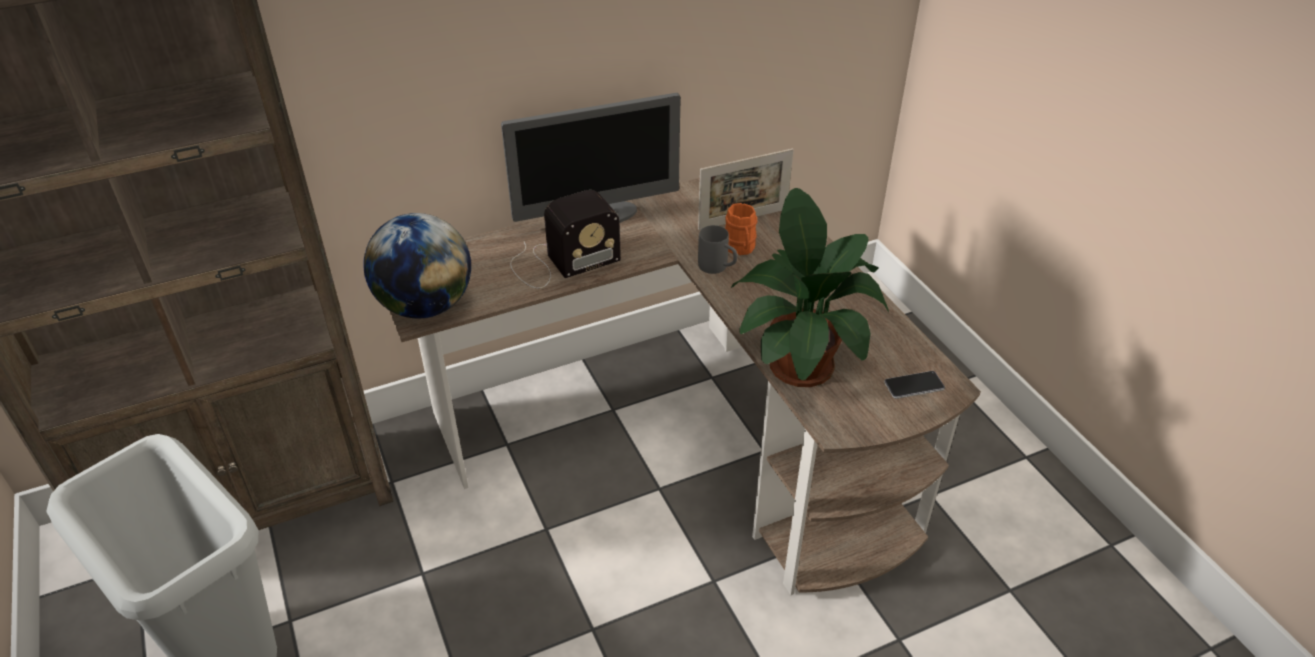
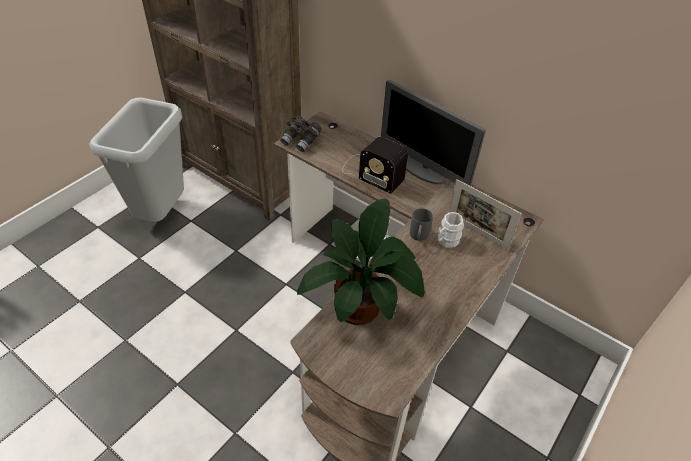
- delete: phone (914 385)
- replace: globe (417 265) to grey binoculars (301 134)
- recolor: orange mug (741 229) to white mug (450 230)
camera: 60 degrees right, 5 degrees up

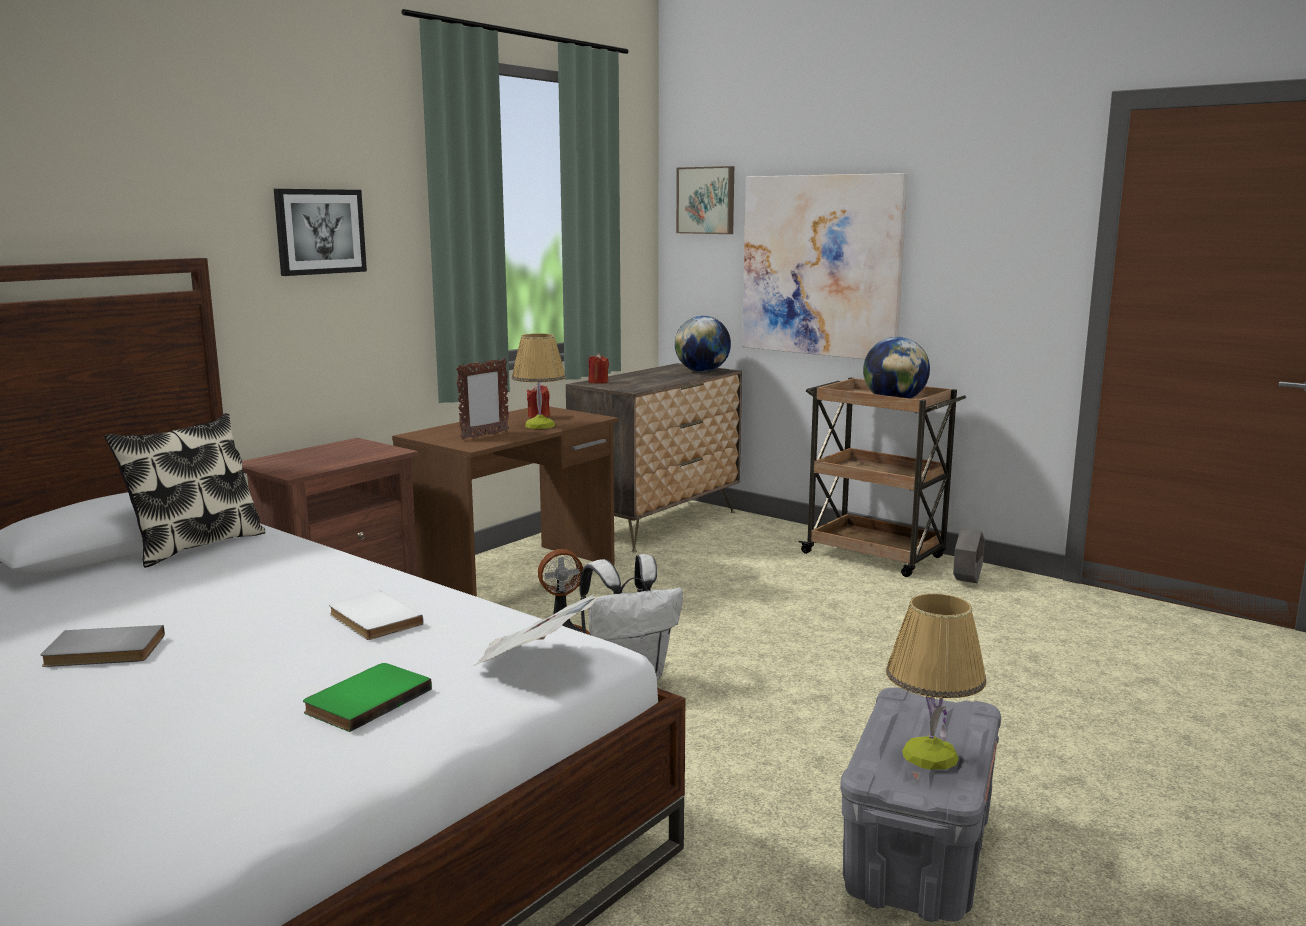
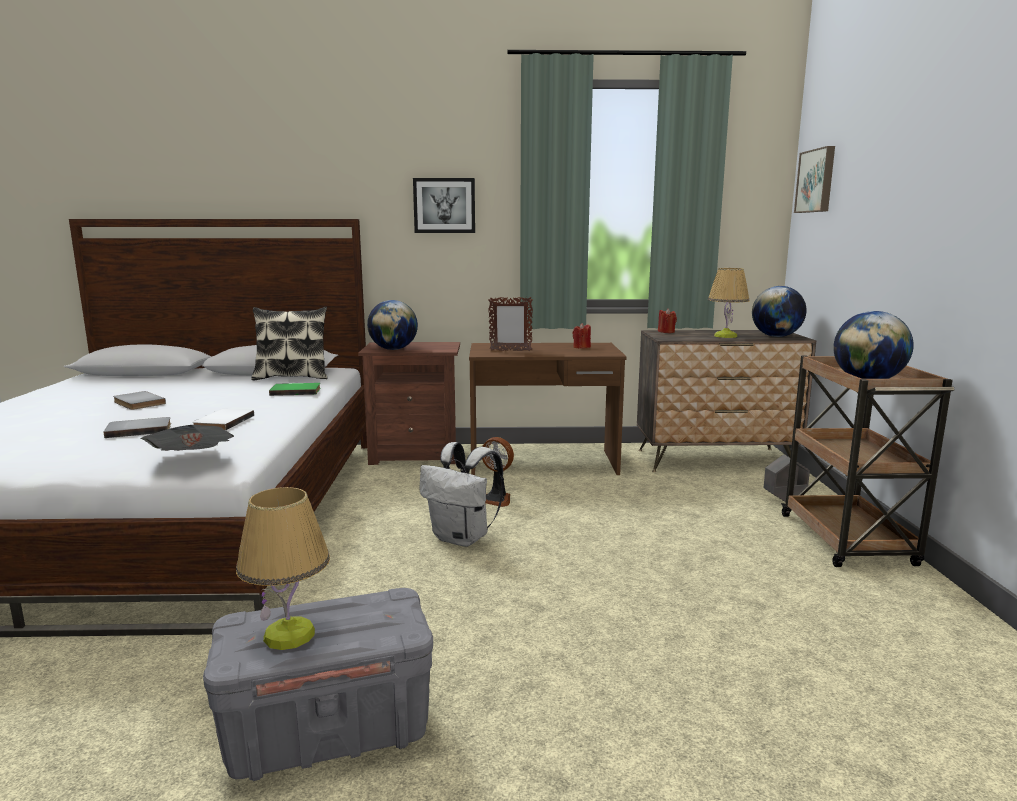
- delete: picture (825 266)
- insert: grey book (137 427)
- insert: globe (392 325)
- move: green book (367 697) to (295 389)
- move: table lamp (539 381) to (728 303)
- move: grey planter (969 555) to (787 478)
camera: 50 degrees right, 0 degrees up

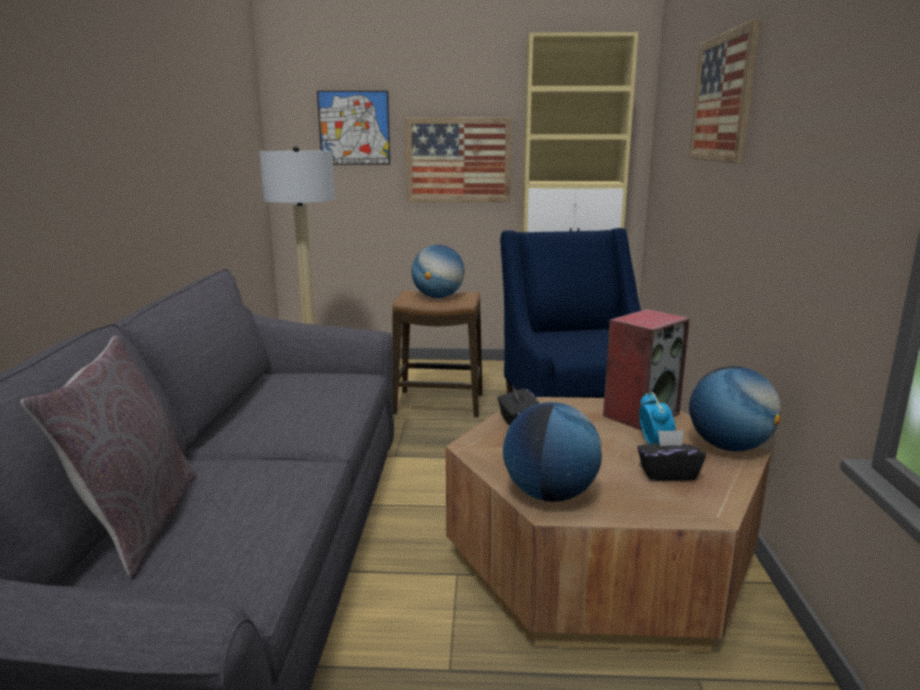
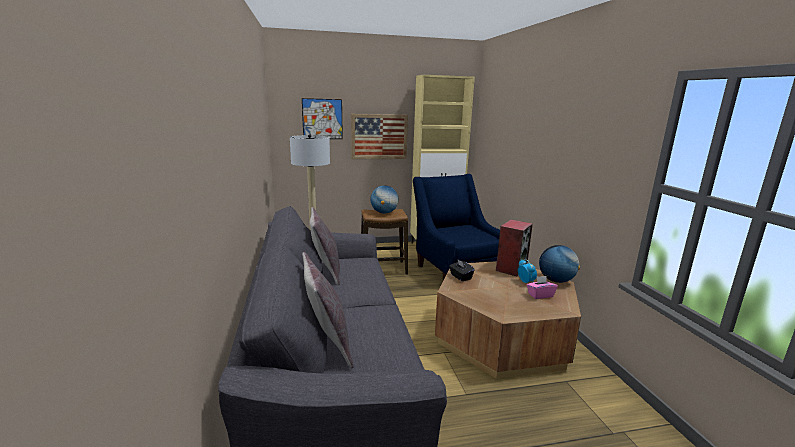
- delete: globe (552 452)
- delete: picture (725 91)
- insert: grey pillow (325 246)
- recolor: black tissue box (671 455) to pink tissue box (542 287)
camera: 15 degrees left, 0 degrees up

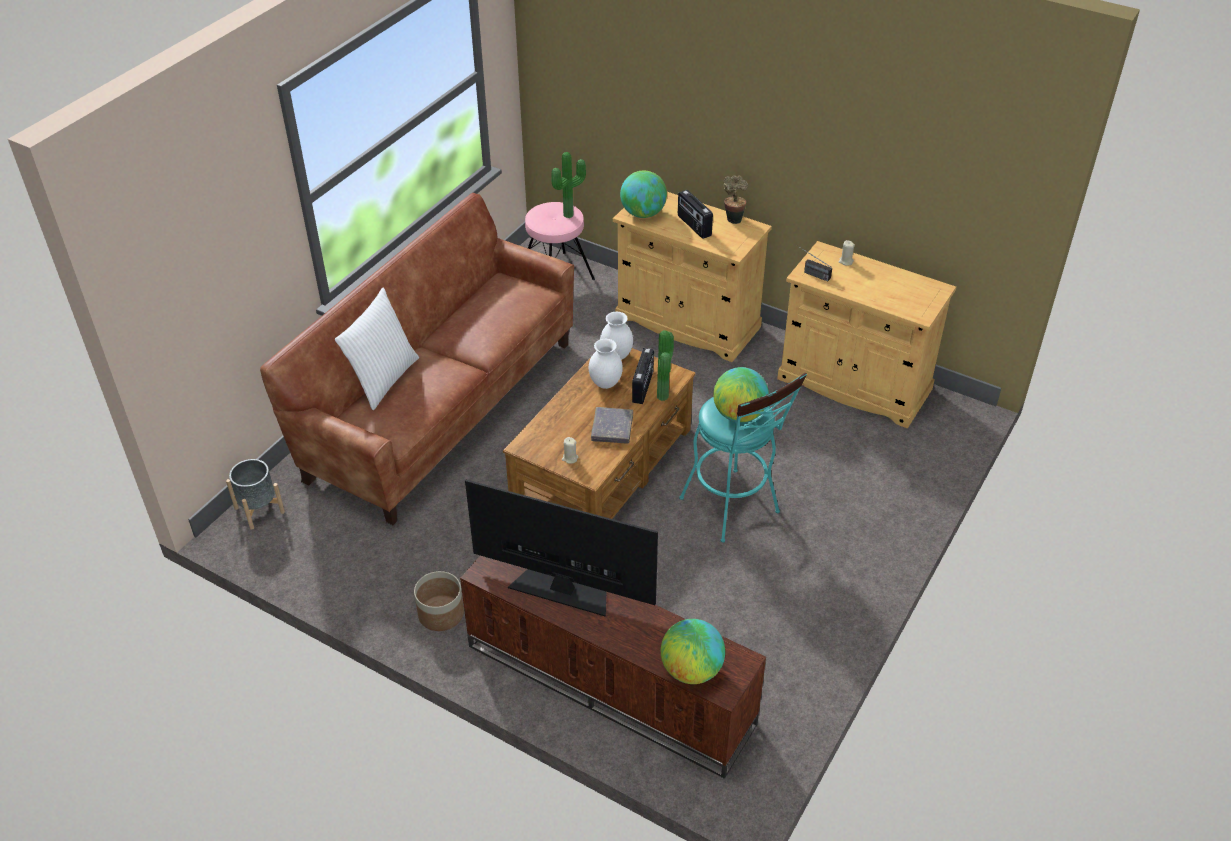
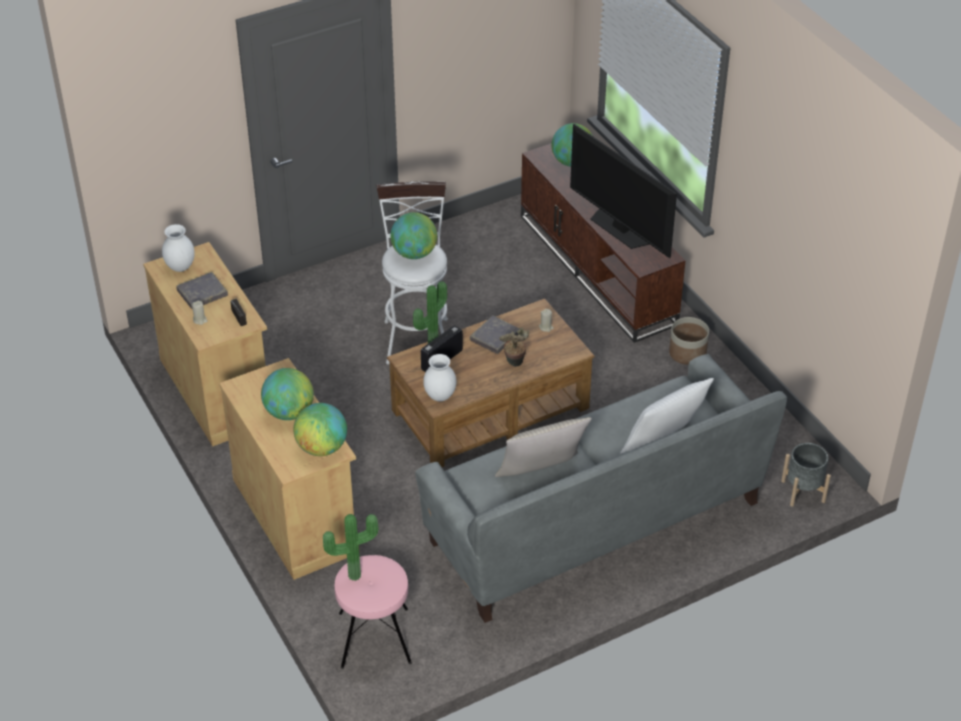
- insert: grey book (202 290)
- insert: beige pillow (543 447)
- move: white vase (606 364) to (178 248)
- move: potted plant (736 199) to (514 347)
- replace: radio (695 214) to globe (287 394)
- recolor: brown sofa (417 359) to grey sofa (601 488)
- recolor: turquoise stool (743 458) to white stool (412 273)
camera: 150 degrees left, 0 degrees up

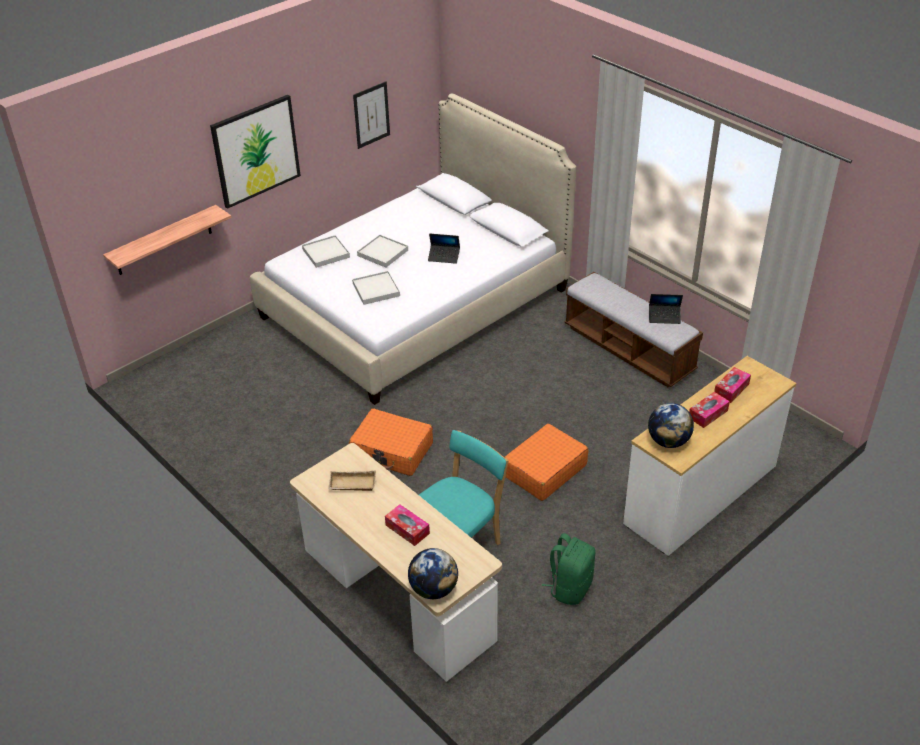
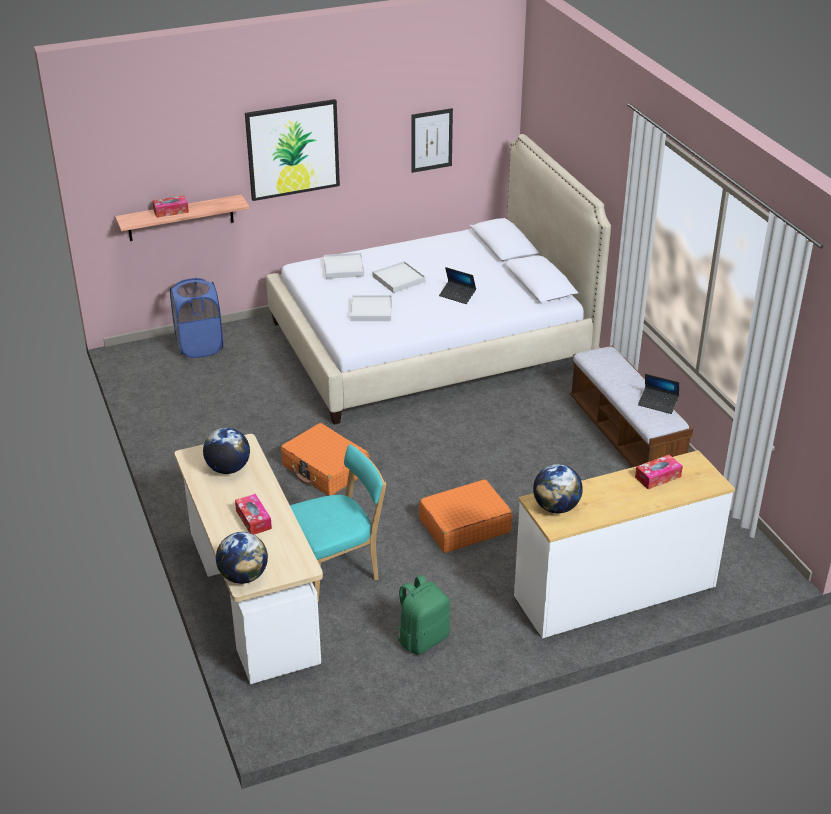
- insert: blue laundry basket (196 318)
- move: tissue box (709 410) to (170 207)
- replace: beige tray (352 480) to globe (226 451)
camera: 20 degrees right, 5 degrees down

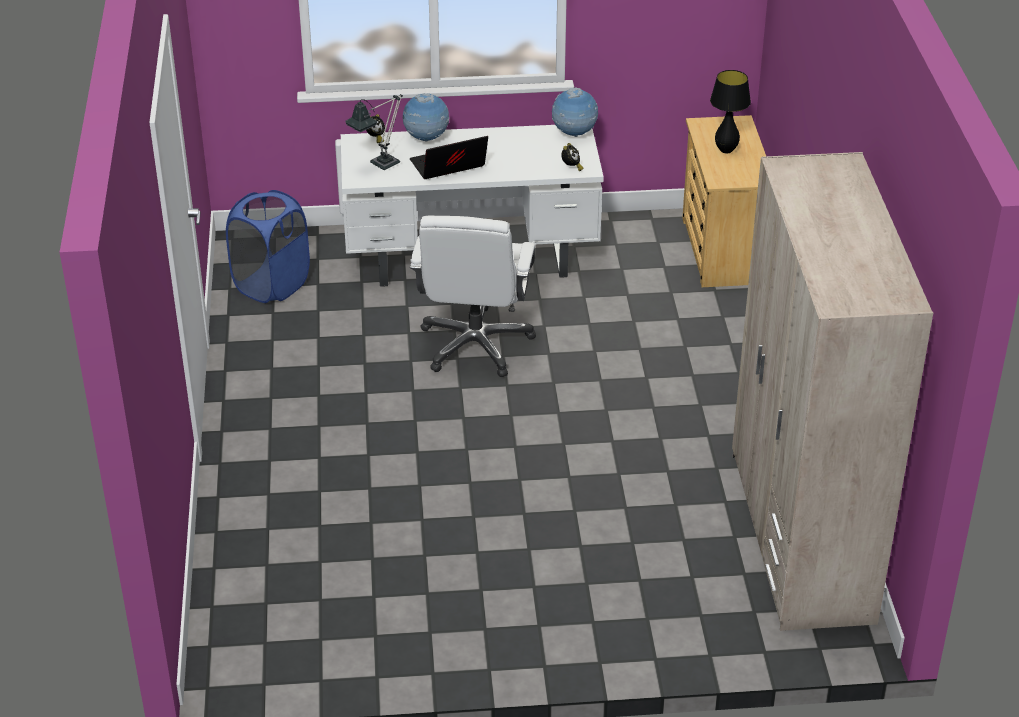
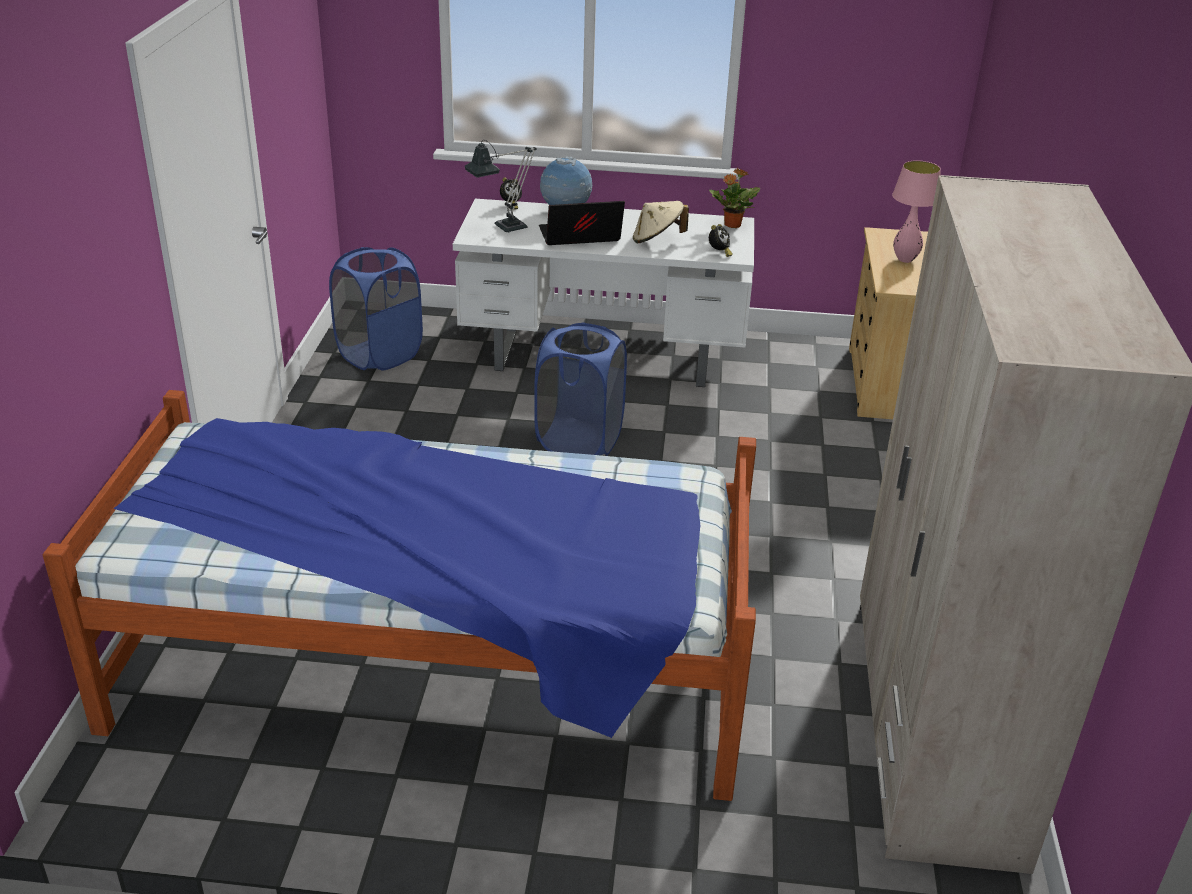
- insert: bed (399 595)
- insert: beige hat (661 222)
- replace: white office chair (473 296) to blue laundry basket (580 389)
- replace: globe (575 112) to potted plant (734 198)
- recolor: black table lamp (730 112) to pink table lamp (916 211)
camera: 10 degrees right, 5 degrees down

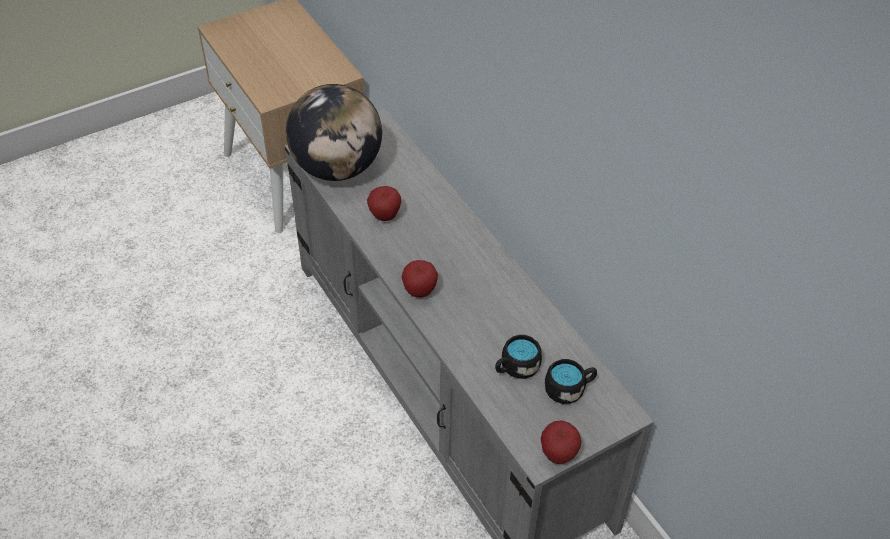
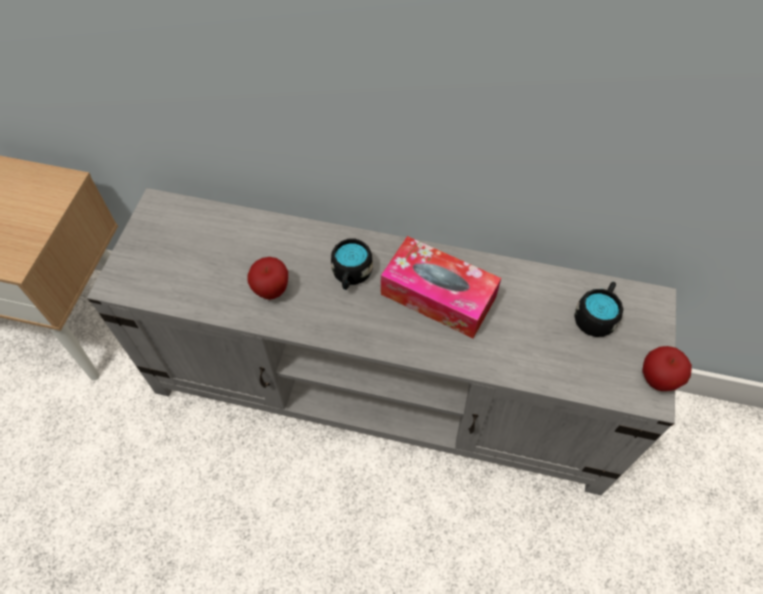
- delete: globe (334 132)
- delete: apple (419 279)
- insert: tissue box (441 287)
- move: black mug (518 357) to (352 264)
camera: 45 degrees left, 10 degrees up

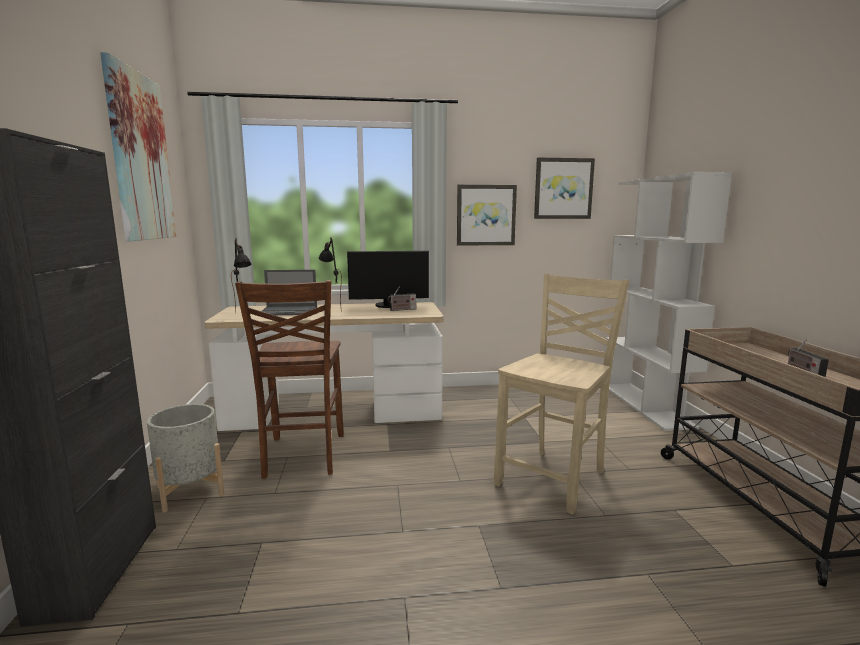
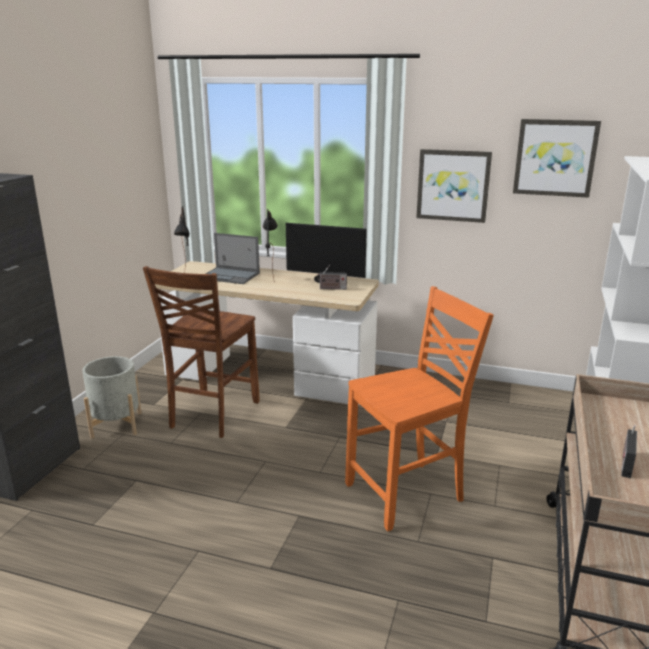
- delete: picture (138 146)
- recolor: beige chair (562 394) to orange chair (419 408)
camera: 25 degrees right, 10 degrees up

